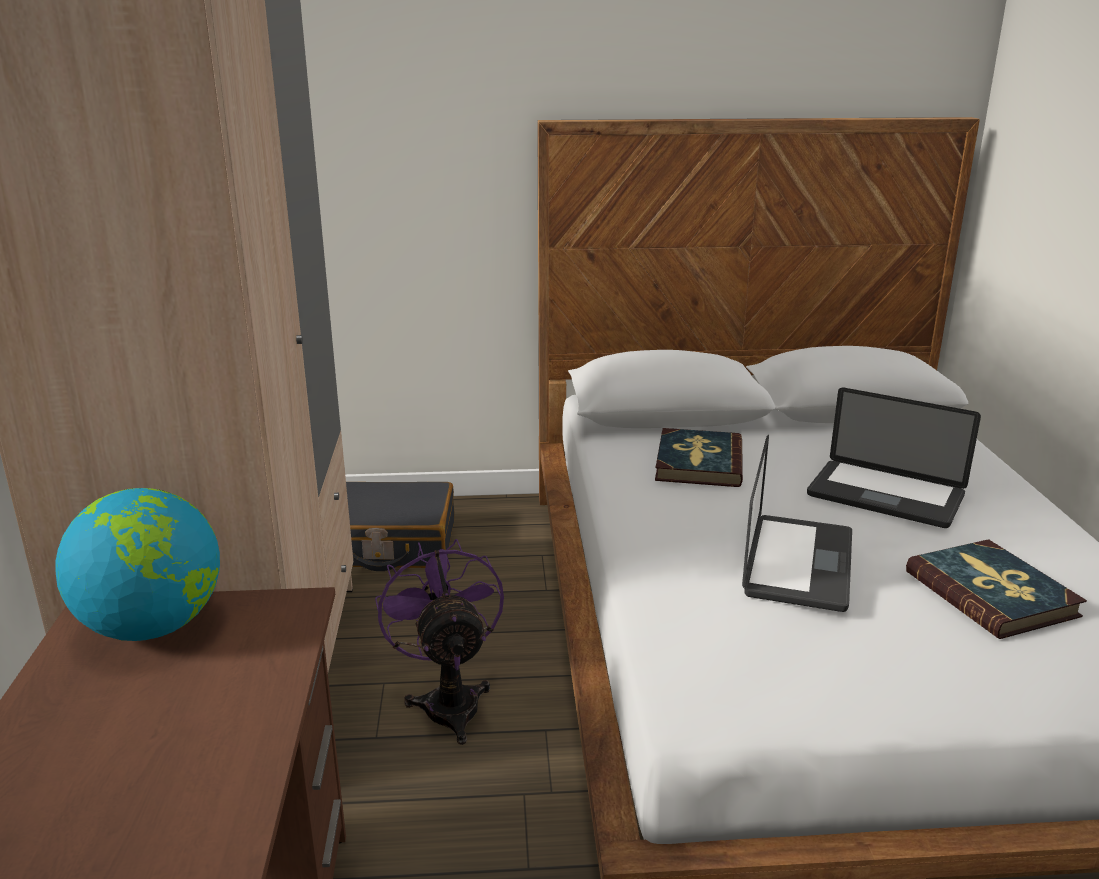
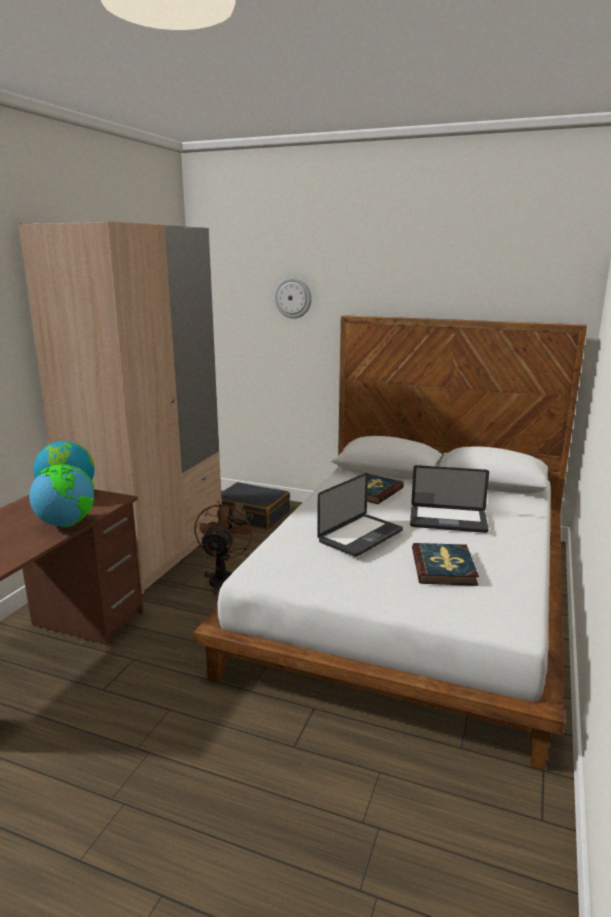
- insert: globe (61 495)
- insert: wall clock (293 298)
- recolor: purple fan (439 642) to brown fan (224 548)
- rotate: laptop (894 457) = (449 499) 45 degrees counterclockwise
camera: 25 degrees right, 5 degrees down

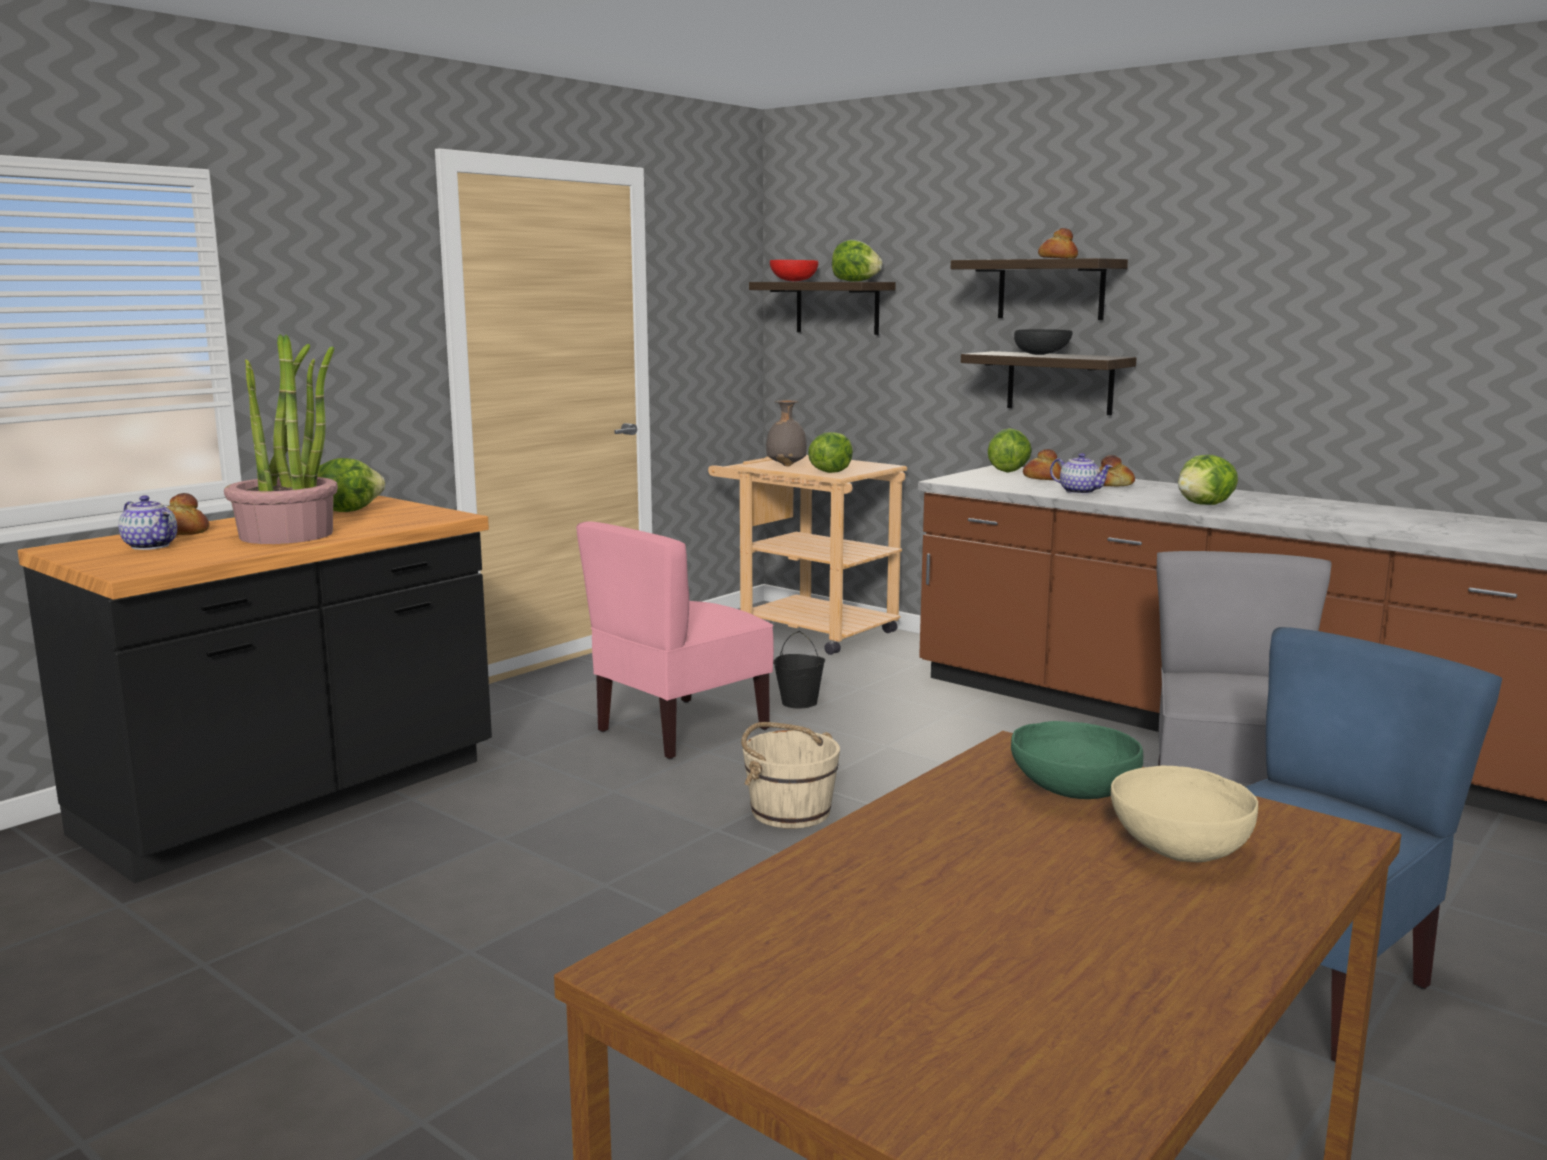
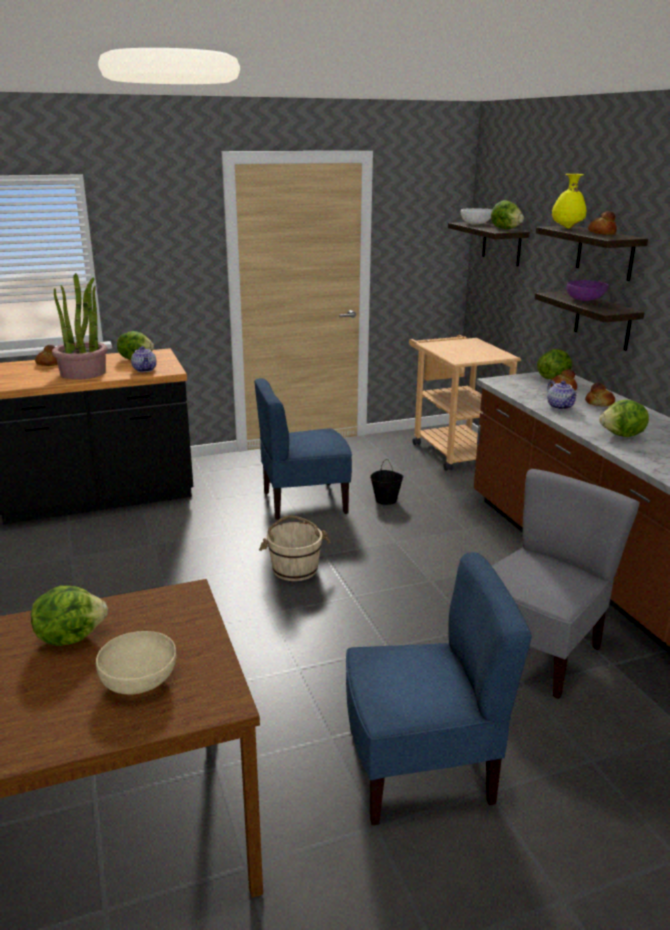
- delete: grey vase (786 433)
- delete: green bowl (1077 760)
- insert: yellow vase (568 201)
- move: teapot (147 522) to (144 359)
- move: lettuce (830 452) to (69 616)
- recolor: pink chair (675 640) to blue chair (303 449)
- recolor: red bowl (794 270) to white bowl (476 216)
- recolor: black bowl (1043 342) to purple bowl (587 290)
camera: 30 degrees right, 10 degrees up

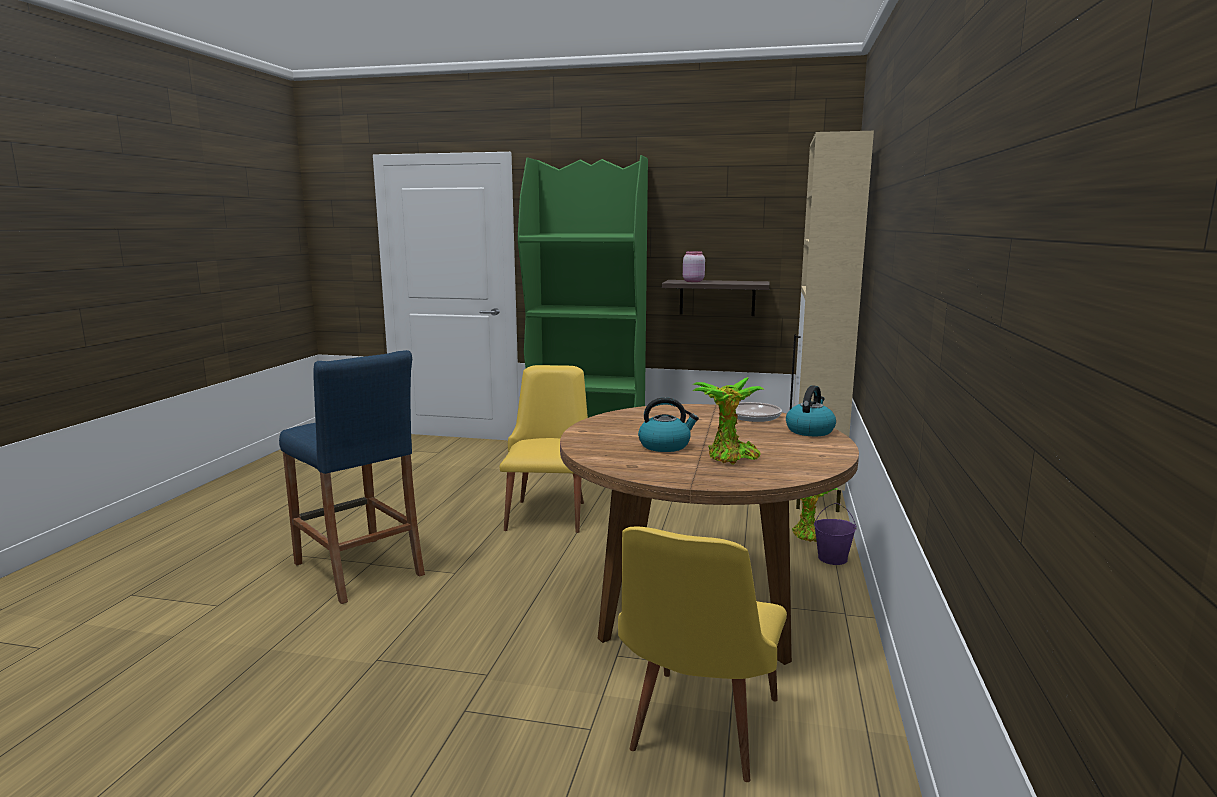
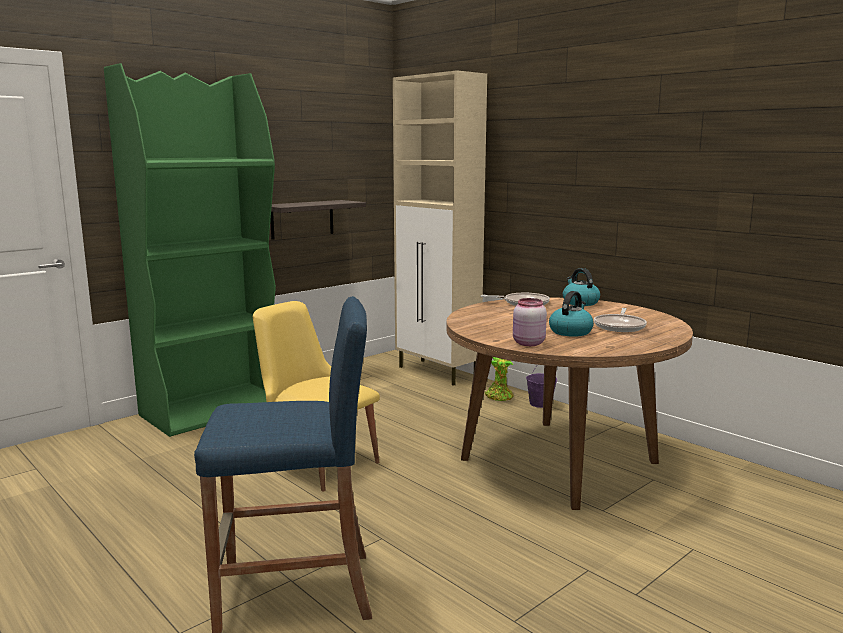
- delete: yellow chair (702 654)
- move: pink jar (694 266) to (530 322)
- replace: potted plant (728 421) to frying pan (620 320)
camera: 55 degrees left, 0 degrees up

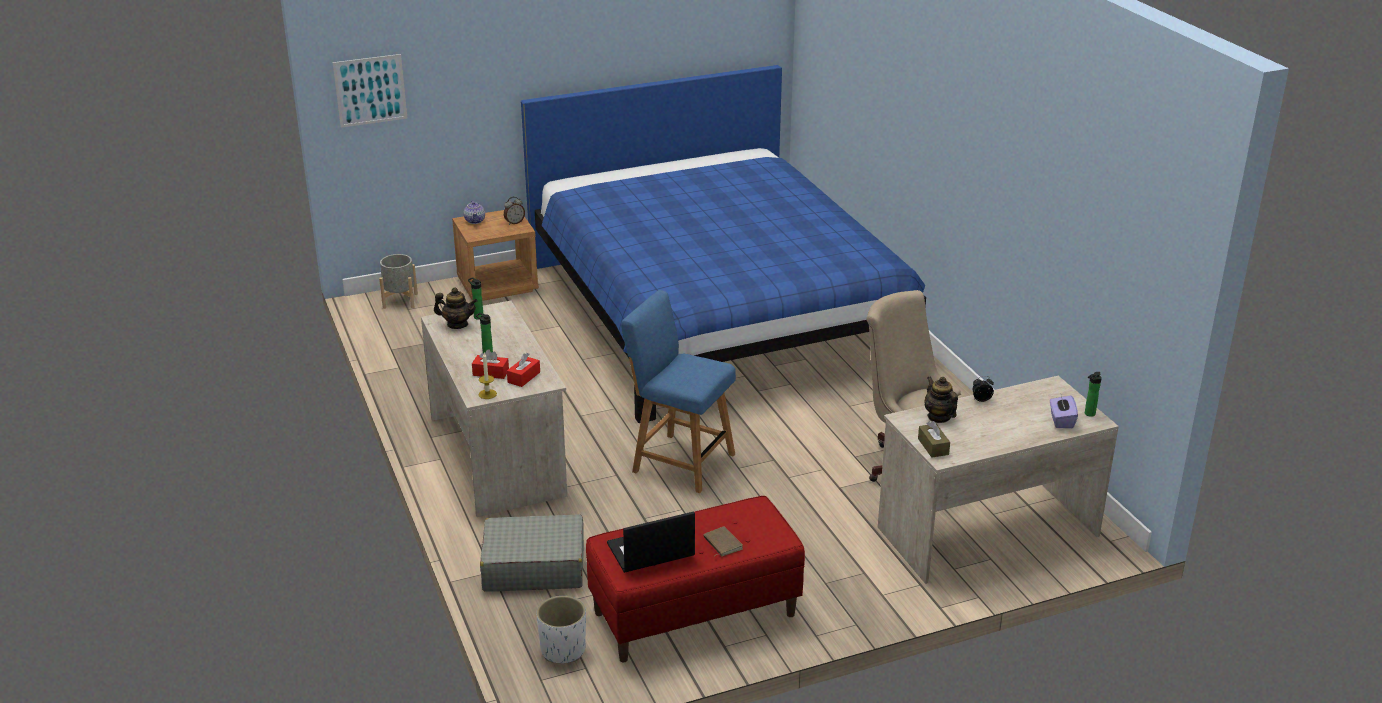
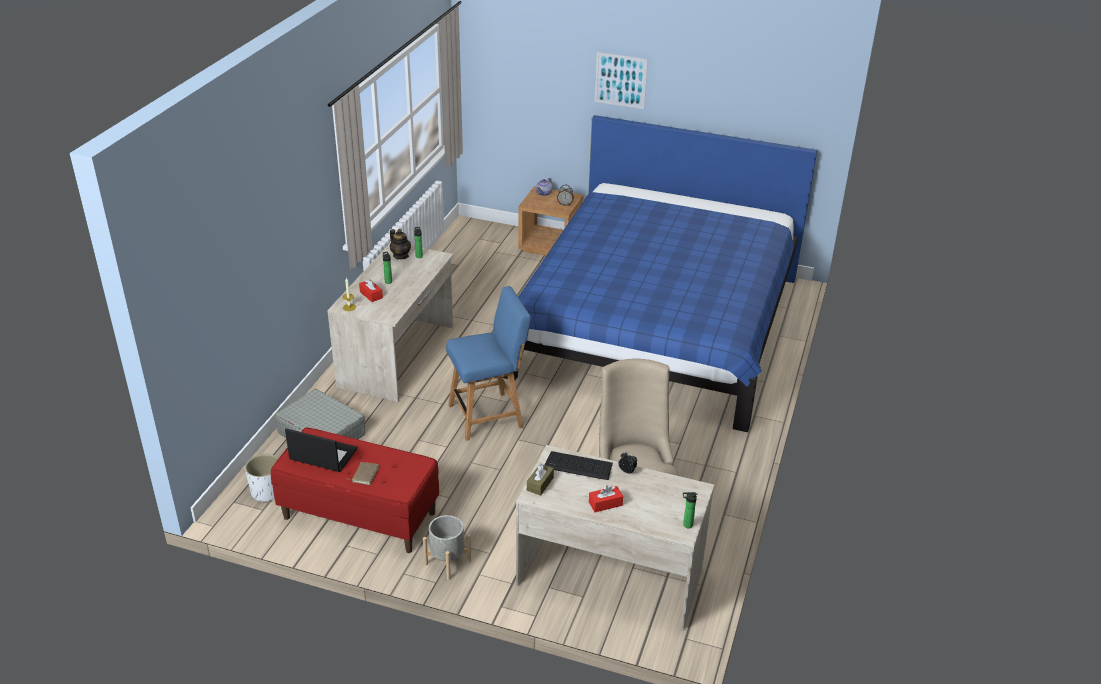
- delete: purple tissue box (1064 412)
- move: picture (370 91) to (621 80)
- move: grey planter (398 281) to (447 547)
- move: red tissue box (523 370) to (606 498)
- replace: teapot (941 399) to keyboard (578 465)
- rotate: blue chair (678 391) = (488 363) 90 degrees clockwise
camera: 40 degrees right, 5 degrees up

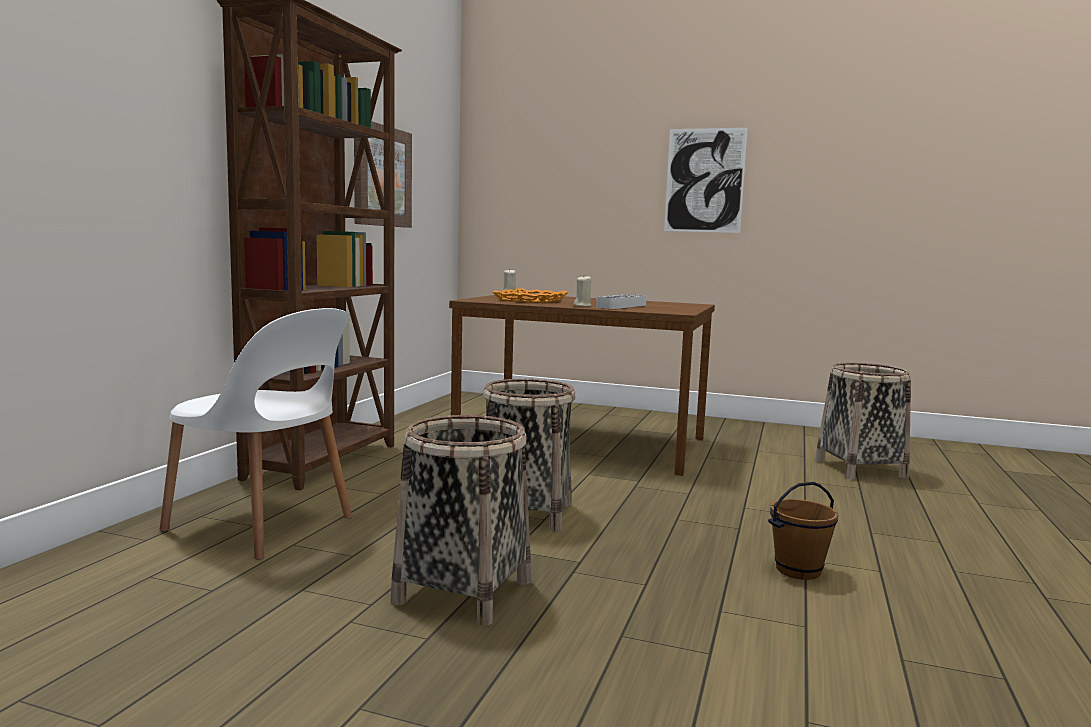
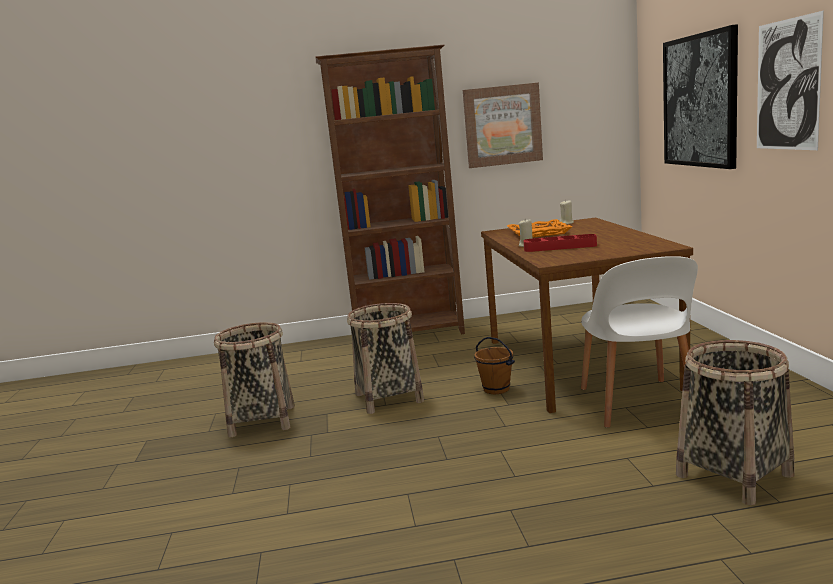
- insert: picture (700 96)
- move: white chair (255 434) to (639 342)
- move: brown bucket (803 531) to (494 365)
- recolor: grey tray (621 301) to red tray (560 243)
camera: 65 degrees right, 5 degrees up

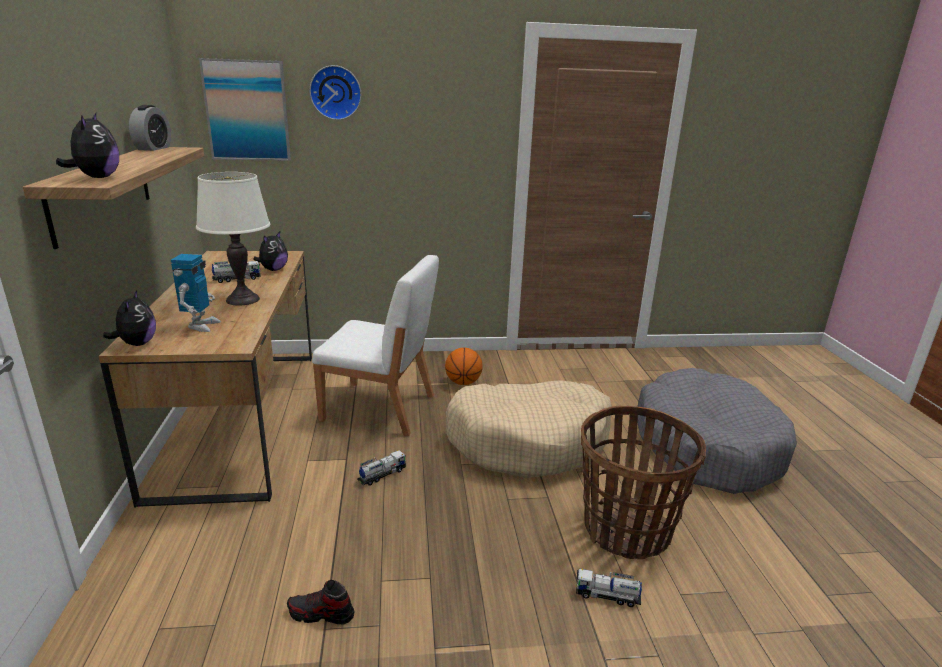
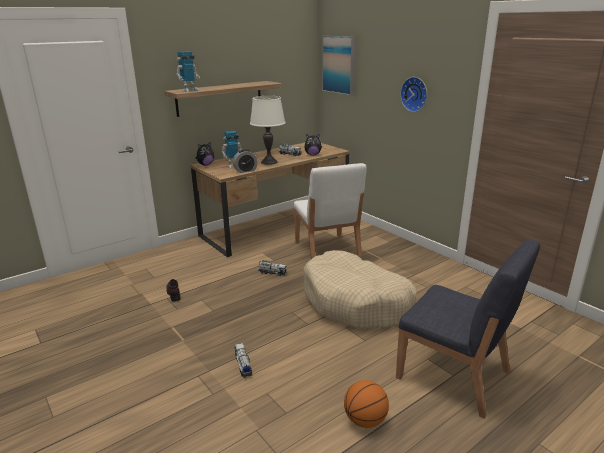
- delete: basket (643 482)
- move: alarm clock (150 128) to (245 161)
- move: wall clock (335 92) to (413 94)
- move: basketball (464 366) to (366 404)
- replace: plush toy (87 145) to toy robot (188 72)
- replace: grey dog bed (717 431) to blue chair (468 329)
camera: 60 degrees right, 0 degrees up

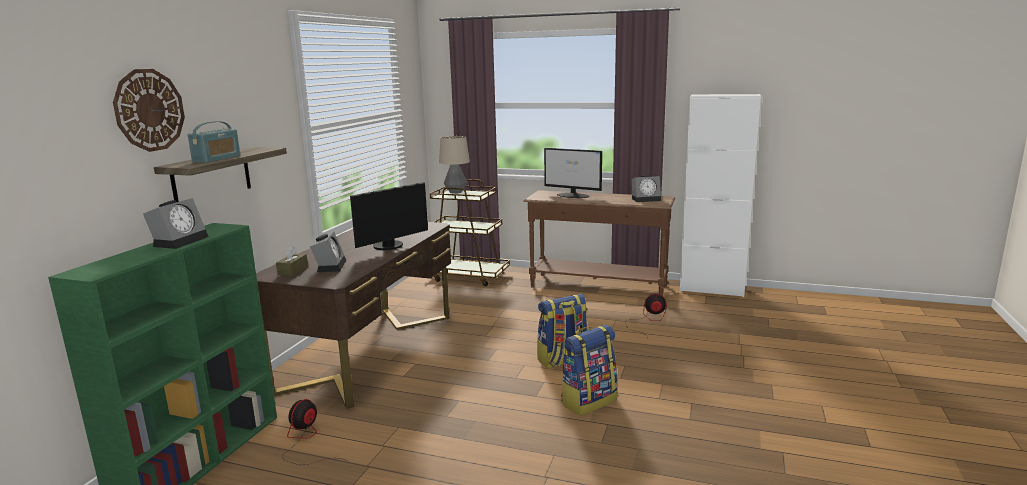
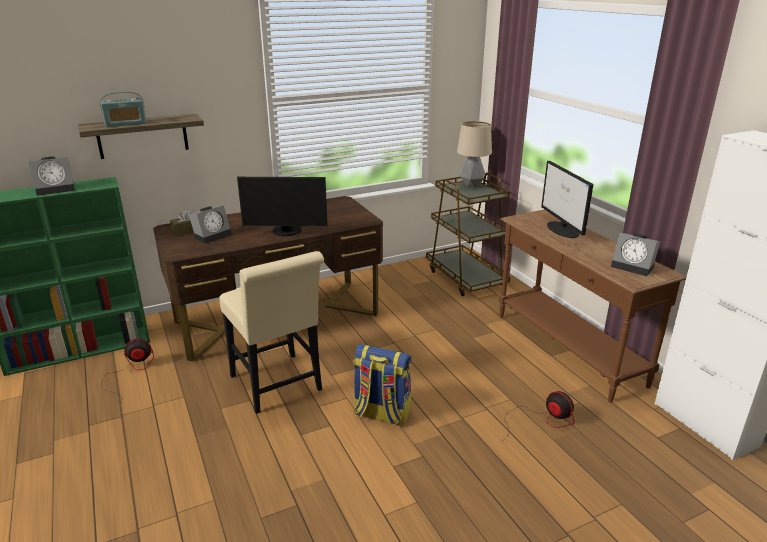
- delete: wall clock (149 110)
- delete: backpack (589 370)
- insert: beige chair (271 332)
camera: 45 degrees right, 10 degrees up

